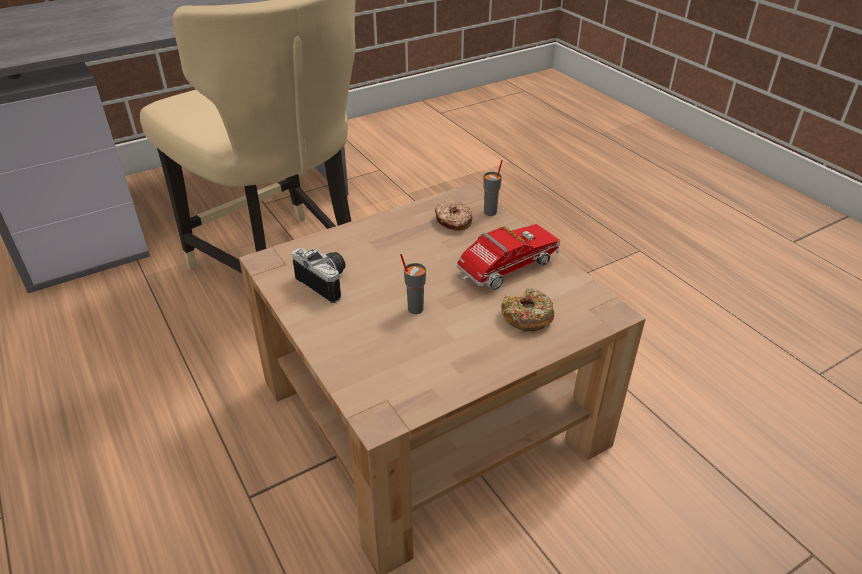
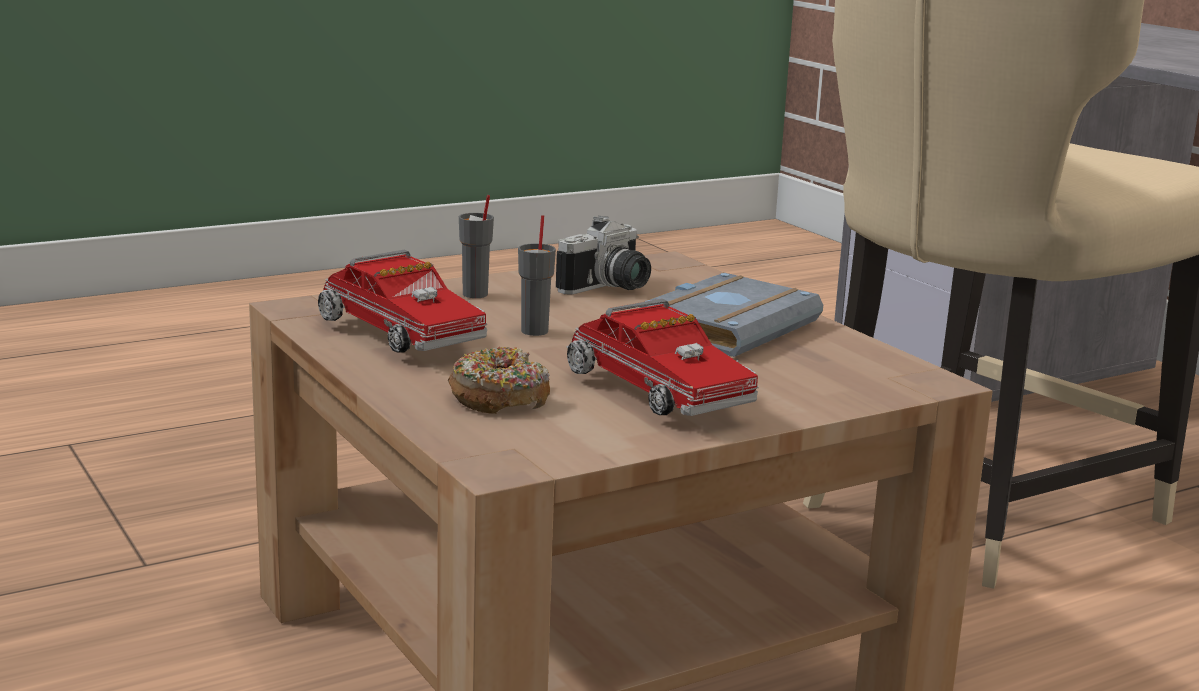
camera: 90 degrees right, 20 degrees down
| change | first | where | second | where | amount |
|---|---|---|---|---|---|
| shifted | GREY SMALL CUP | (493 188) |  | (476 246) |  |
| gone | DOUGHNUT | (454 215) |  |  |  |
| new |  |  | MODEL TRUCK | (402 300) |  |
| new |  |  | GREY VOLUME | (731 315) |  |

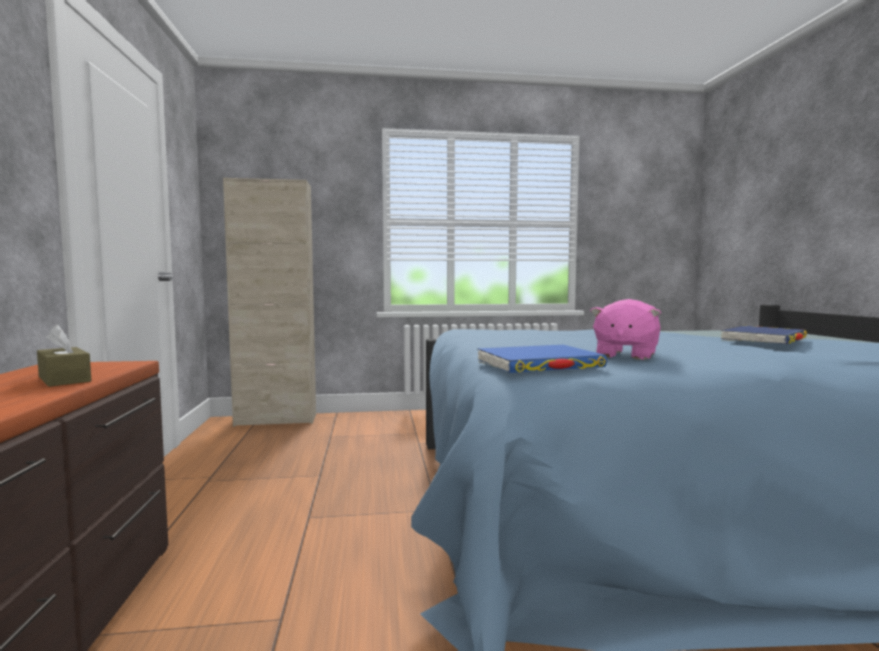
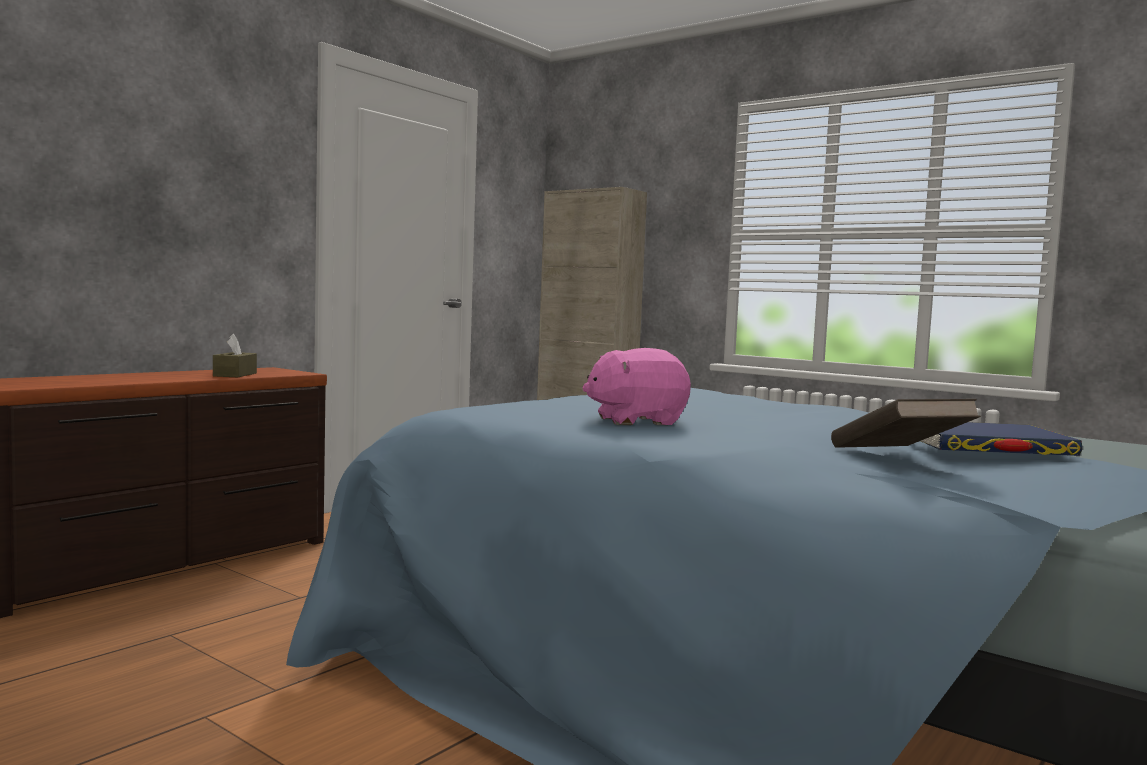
camera: 45 degrees right, 0 degrees up
| change | first | where | second | where | amount |
|---|---|---|---|---|---|
| gone | BLUE VOLUME | (542 359) |  |  |  |
| new |  |  | BROWNISH VOLUME | (906 423) |  |

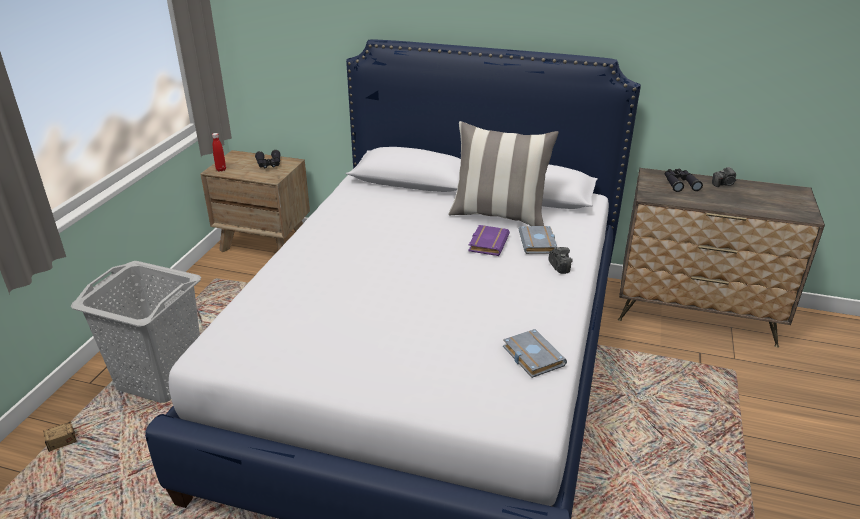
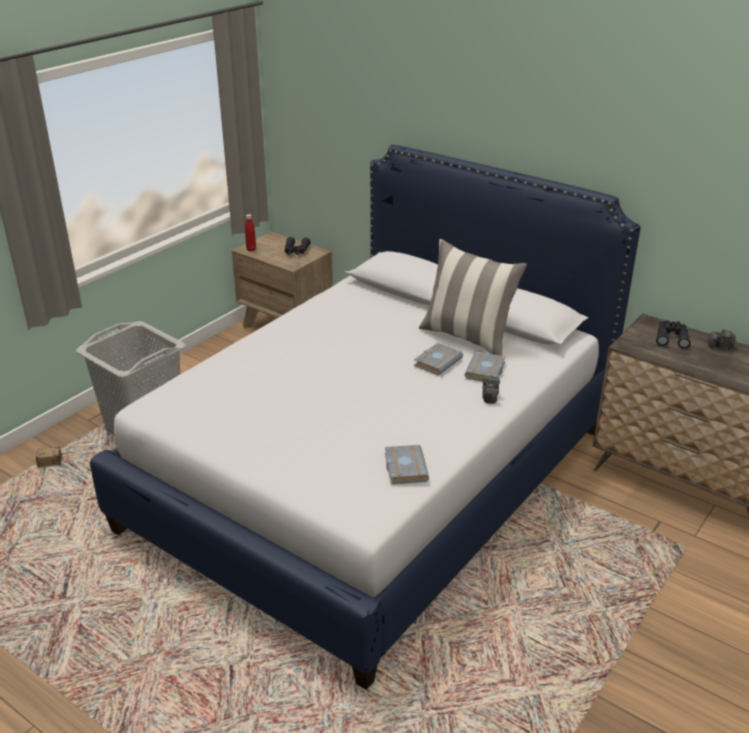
camera: 20 degrees right, 0 degrees up
| change | first | where | second | where | amount |
|---|---|---|---|---|---|
| repainted | PURPLISH VOLUME | (489 240) | GREY VOLUME | (438 359) |  |

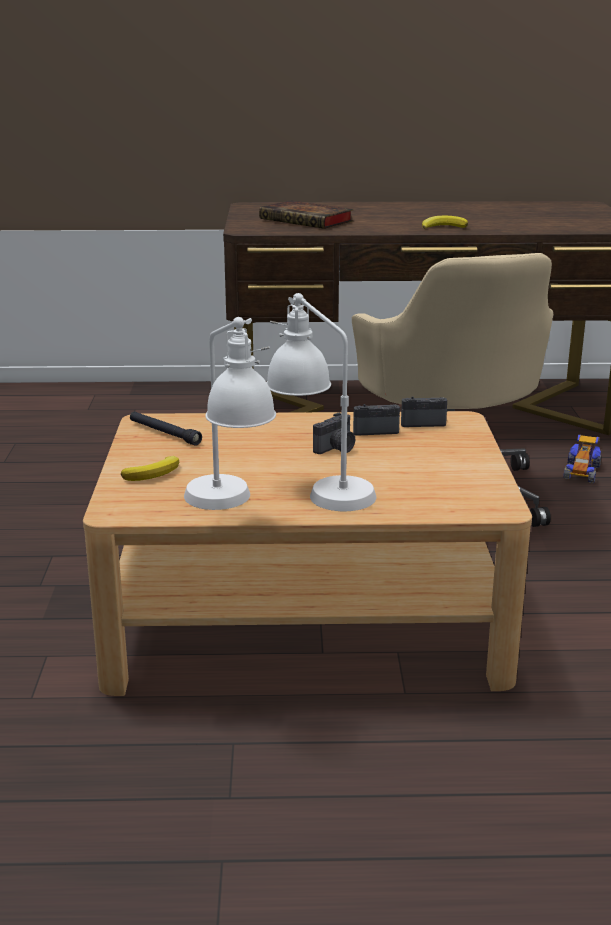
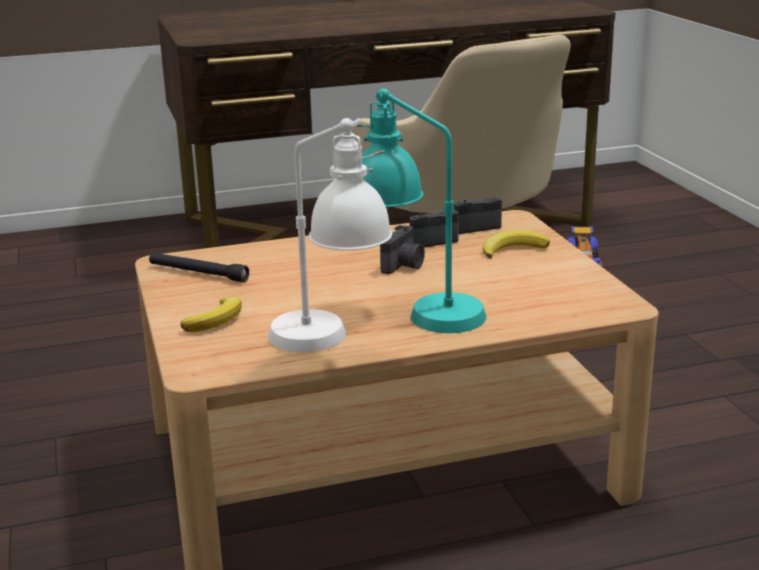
camera: 15 degrees left, 0 degrees up
| change | first | where | second | where | amount |
|---|---|---|---|---|---|
| gone | VOLUME | (306 214) |  |  |  |
| shifted | BANANA FRUIT | (445 222) |  | (516 244) |  |
| repainted | WHITE LAMP FOR A TABLE | (321 402) | BLUE-GREEN LAMP FOR A TABLE | (421 210) |  |

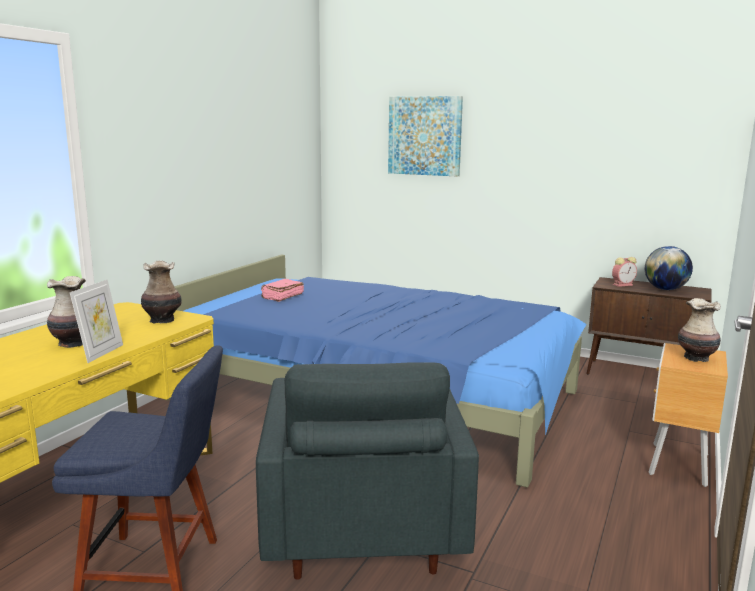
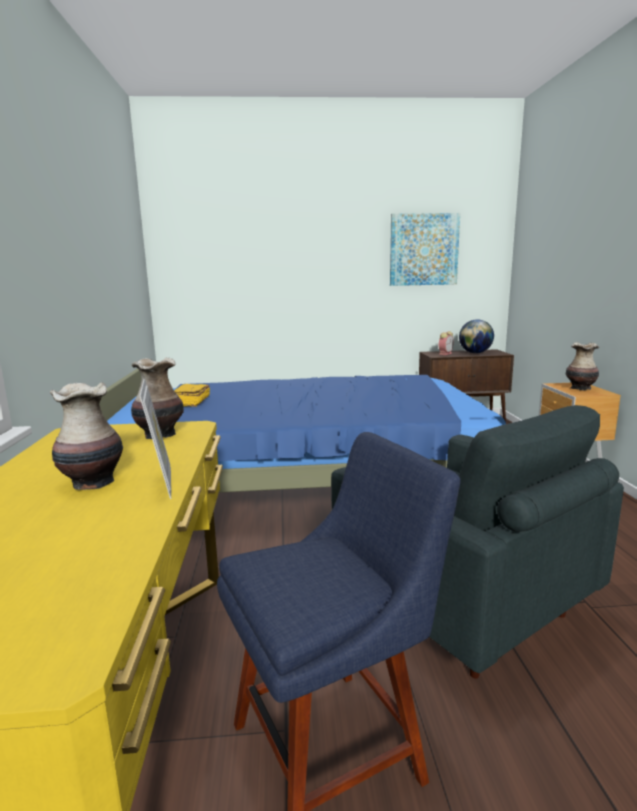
camera: 30 degrees left, 0 degrees up
| change | first | where | second | where | amount |
|---|---|---|---|---|---|
| shifted | PICTURE | (425 136) |  | (425 249) |  |
| repainted | PINK VOLUME | (282 290) | YELLOW-COLOURED VOLUME | (192 395) |  |

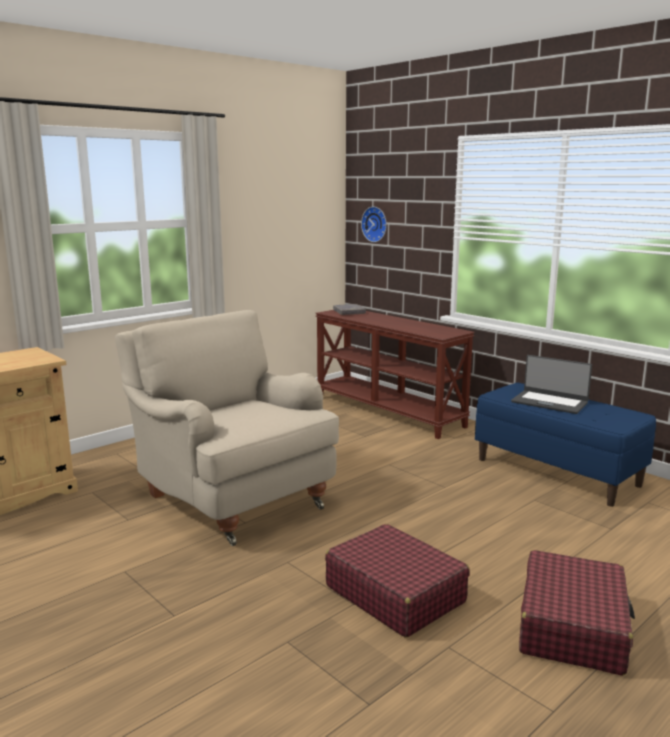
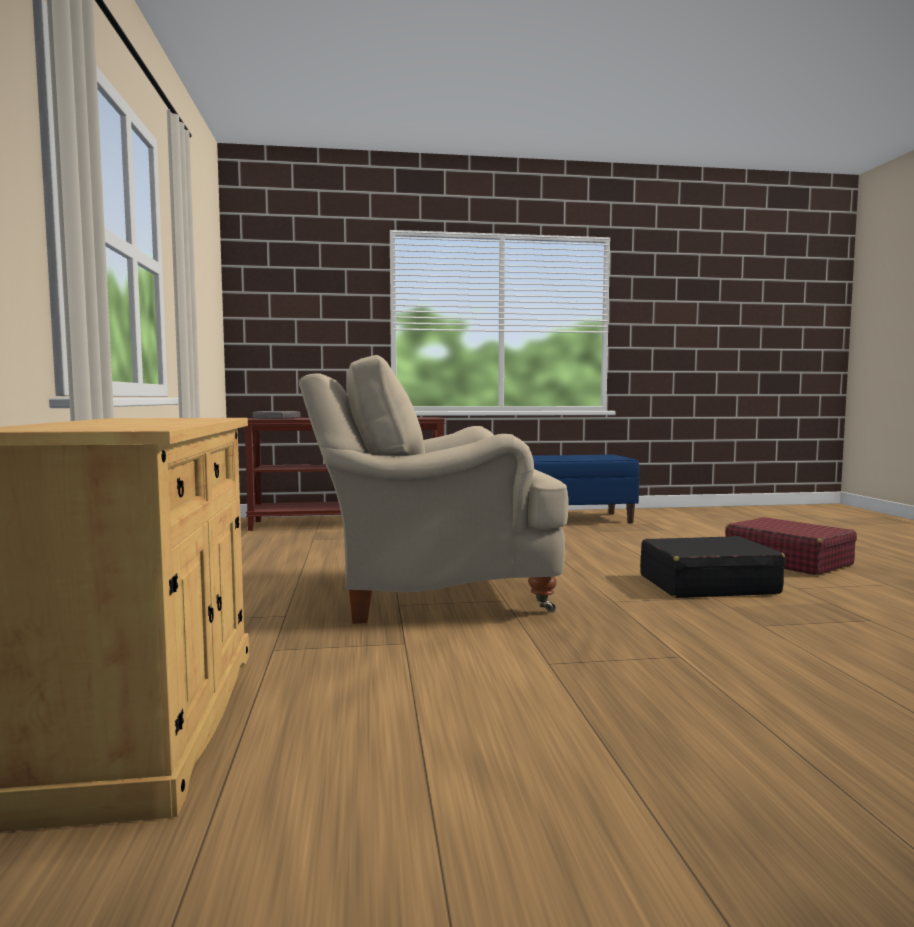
camera: 55 degrees left, 10 degrees down
| change | first | where | second | where | amount |
|---|---|---|---|---|---|
| gone | HANGING CLOCK | (374 224) |  |  |  |
| gone | NOTEBOOK COMPUTER | (551 384) |  |  |  |
| repainted | REDDISH PIECE OF LUGGAGE | (397 580) | BLACK-COLOURED PIECE OF LUGGAGE | (713 567) |  |

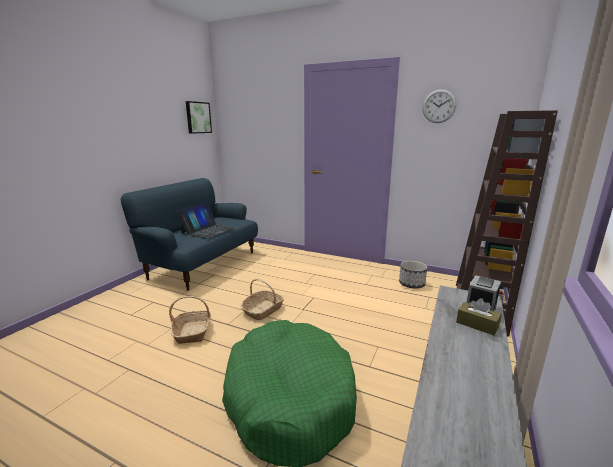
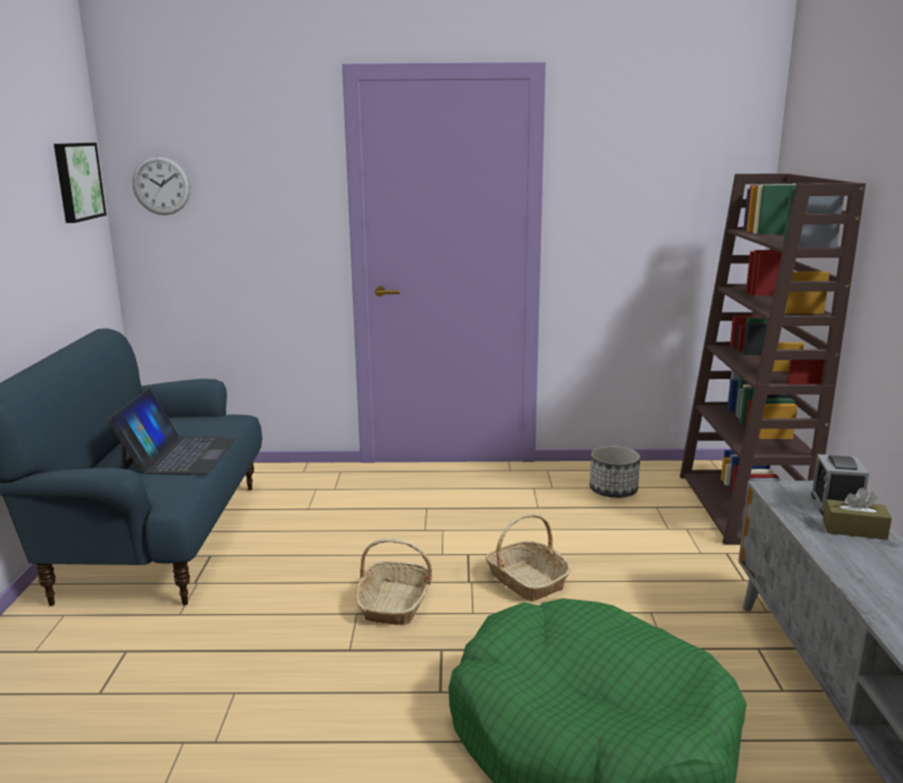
camera: 25 degrees left, 0 degrees up
| change | first | where | second | where | amount |
|---|---|---|---|---|---|
| shifted | HANGING CLOCK | (439 106) |  | (161 185) |  |
| shifted | BASKET | (190 320) |  | (528 557) |  |

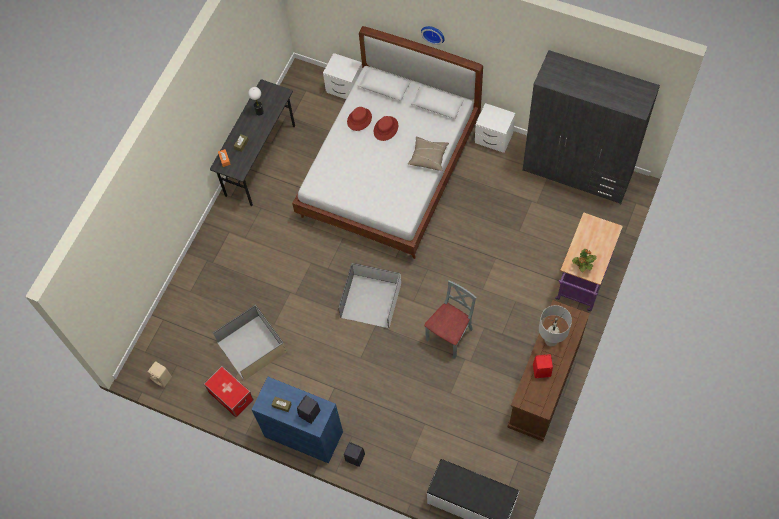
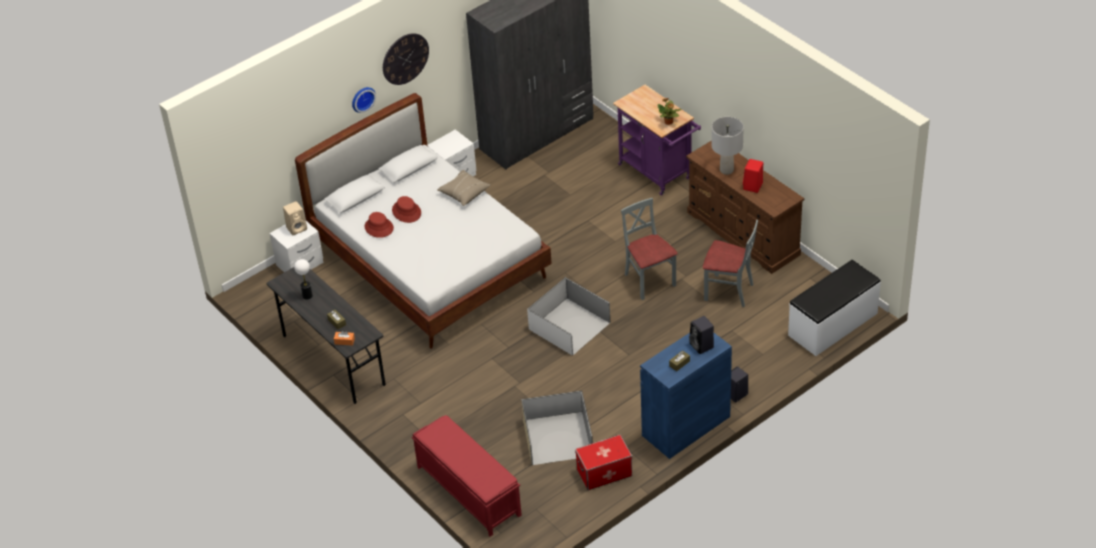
camera: 65 degrees left, 20 degrees down
| change | first | where | second | where | amount |
|---|---|---|---|---|---|
| shifted | BEIGE LOUDSPEAKER | (160 374) |  | (295 218) |  |
| new |  |  | HANGING CLOCK | (406 59) |  |
| new |  |  | GREY CHAIR | (730 263) |  |
| new |  |  | REDDISH INDOOR BENCH | (467 476) |  |

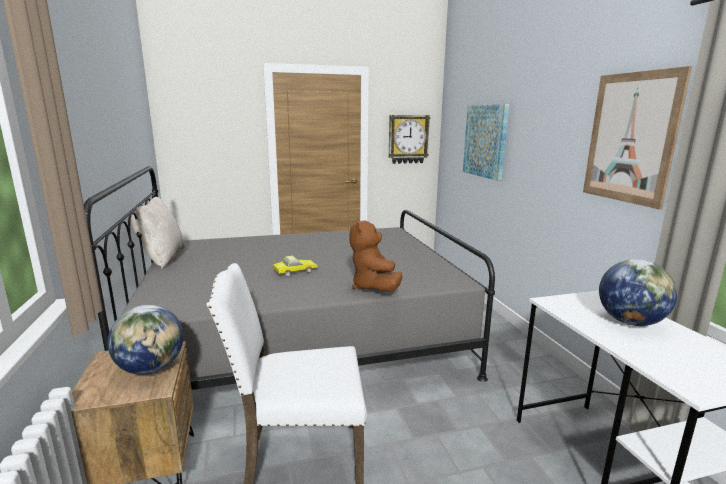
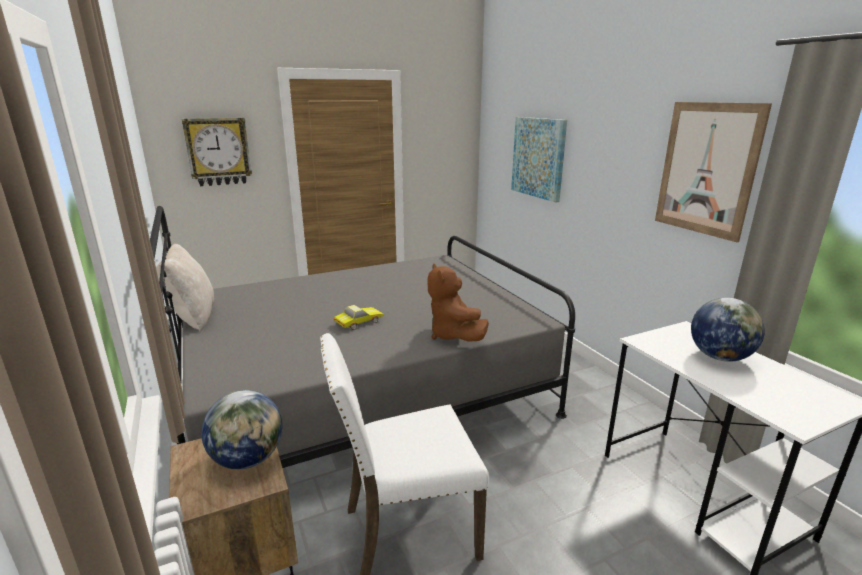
camera: 10 degrees left, 5 degrees up
| change | first | where | second | where | amount |
|---|---|---|---|---|---|
| shifted | HANGING CLOCK | (410 139) |  | (217 152) |  |

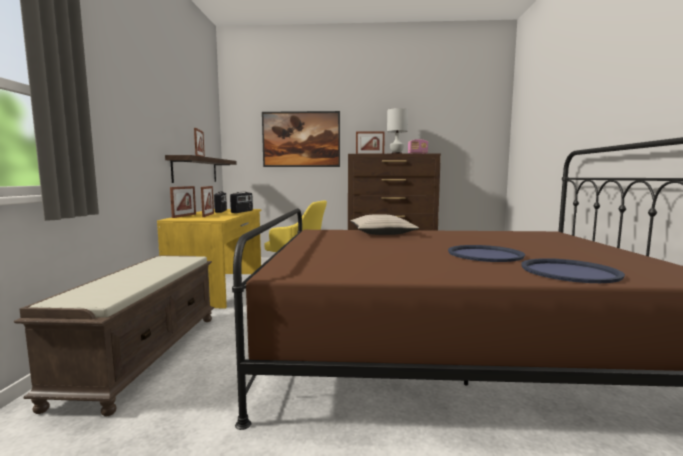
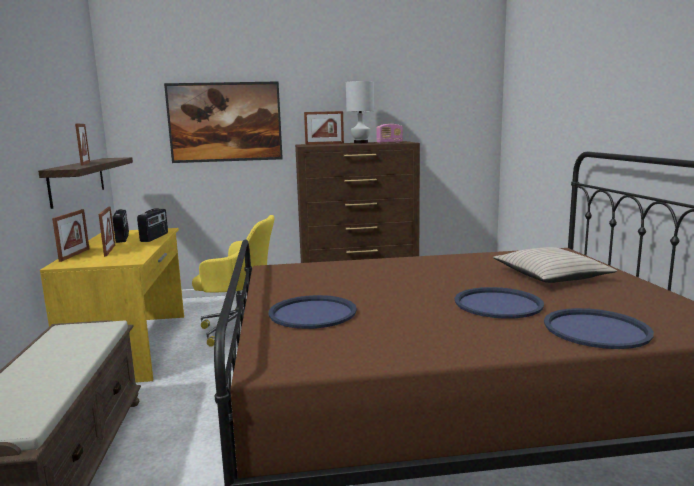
camera: 10 degrees left, 5 degrees up
| change | first | where | second | where | amount |
|---|---|---|---|---|---|
| shifted | BEIGE CUSHION | (385 224) |  | (555 265) |  |
| new |  |  | BLUE SERVING TRAY | (313 312) |  |

